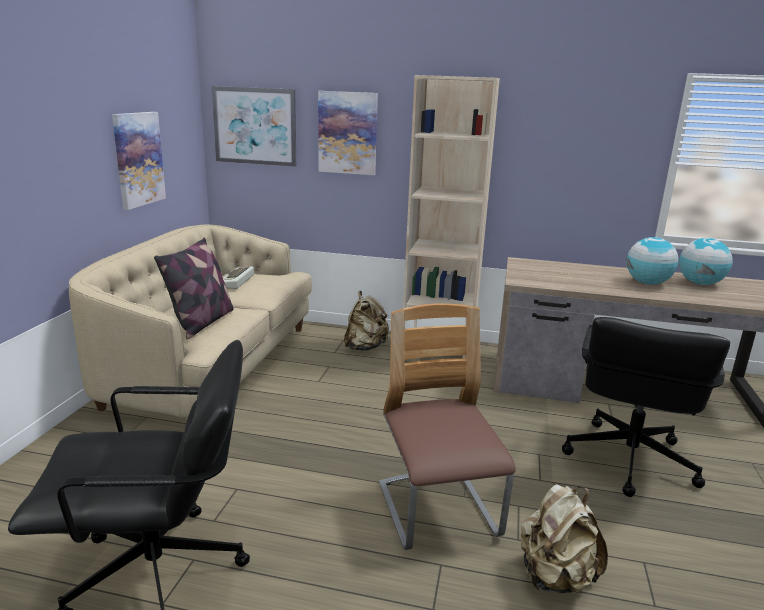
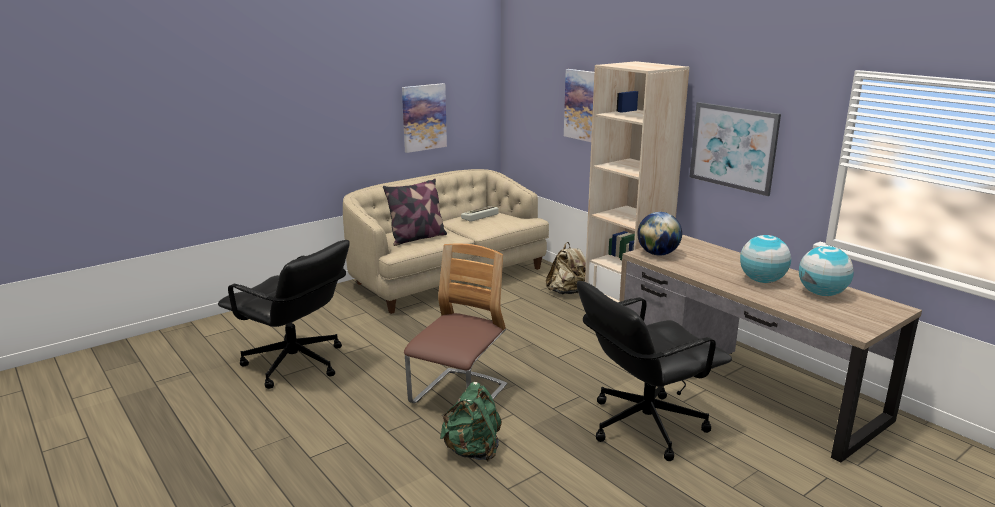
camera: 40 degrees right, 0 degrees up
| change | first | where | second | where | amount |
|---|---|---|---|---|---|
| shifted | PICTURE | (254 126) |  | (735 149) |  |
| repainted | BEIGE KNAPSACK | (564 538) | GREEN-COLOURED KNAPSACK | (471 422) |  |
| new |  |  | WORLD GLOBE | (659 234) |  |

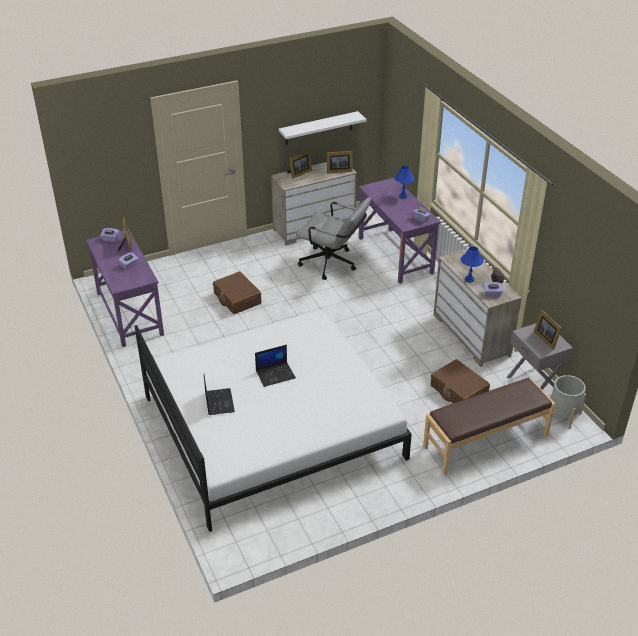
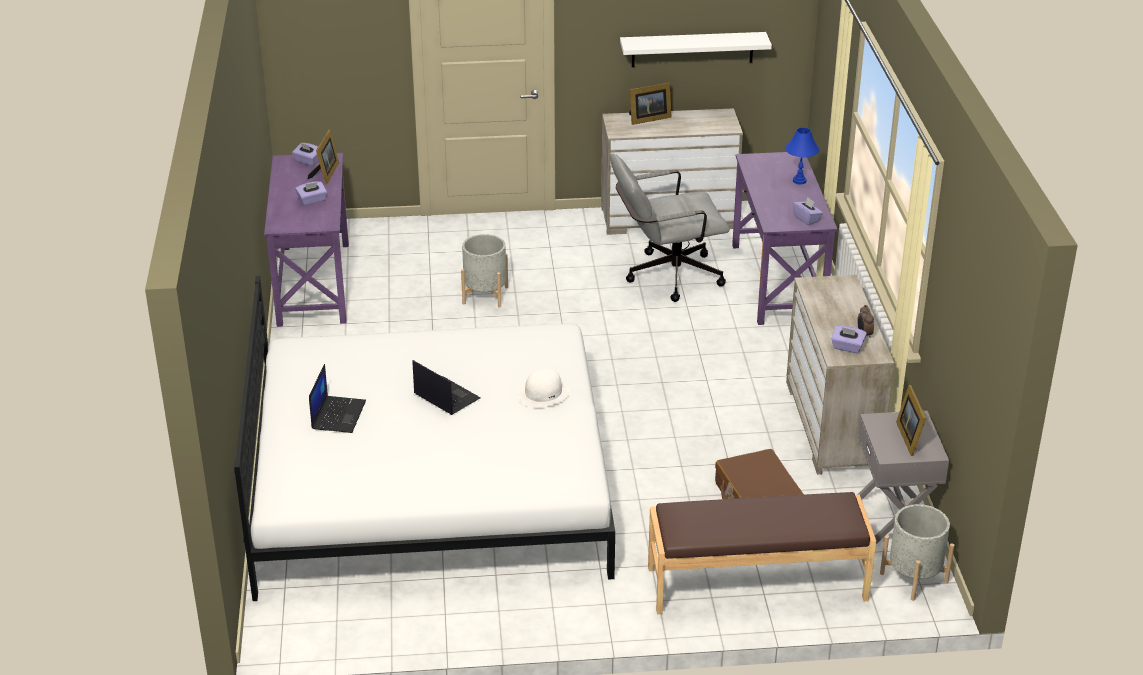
camera: 20 degrees right, 5 degrees down
| change | first | where | second | where | amount |
|---|---|---|---|---|---|
| gone | PHOTO FRAME | (340 162) |  |  |  |
| rotated | GREY DESK CHAIR | (333 238) |  | (670 227) | 120 degrees clockwise |
| gone | BLUE LAMP FOR A TABLE | (472 264) |  |  |  |
| swapped | BROWNISH PIECE OF LUGGAGE | (237 293) | GREY PLANT POT | (484 271) |  |
| rotated | NOTEBOOK COMPUTER | (275 366) |  | (447 387) | 135 degrees counterclockwise |
| new |  |  | WHITE HAT | (543 388) |  |

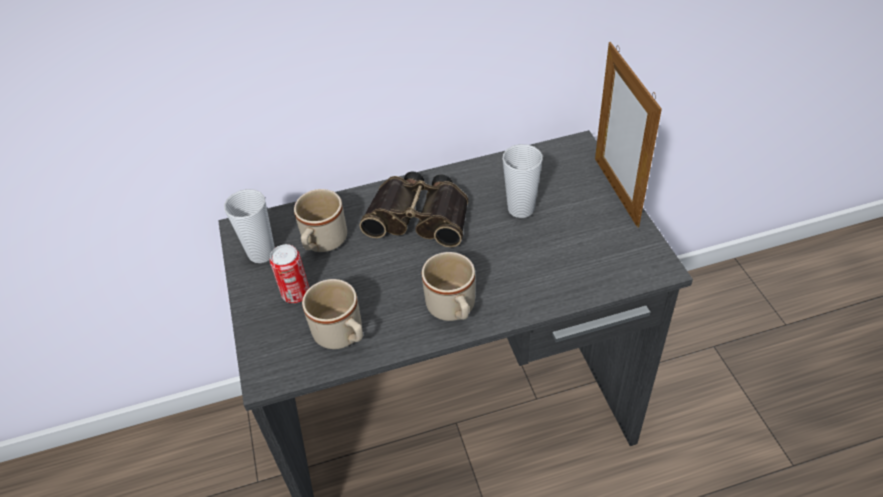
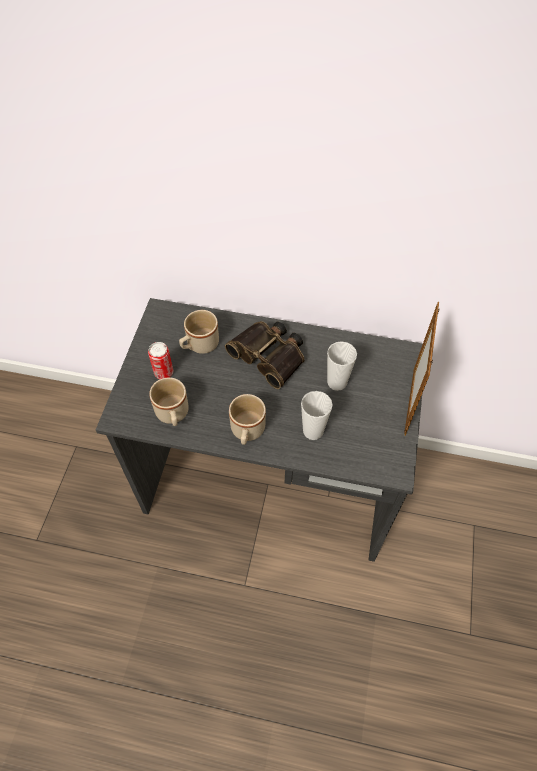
camera: 25 degrees right, 10 degrees up
| change | first | where | second | where | amount |
|---|---|---|---|---|---|
| shifted | SMALL CUP | (249 226) |  | (316 415) |  |

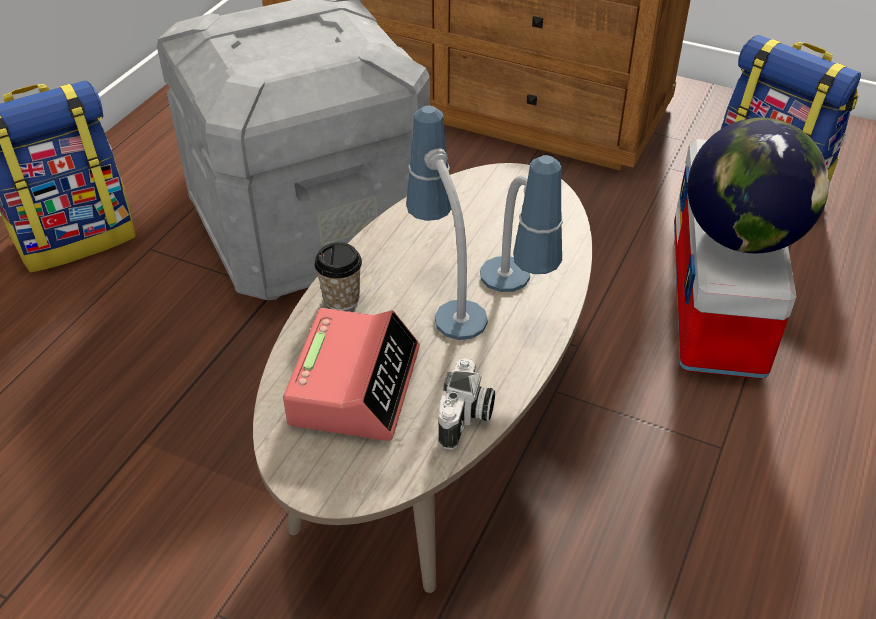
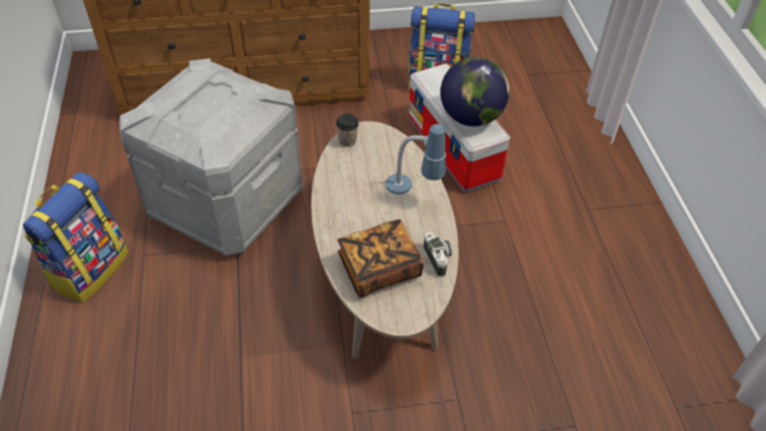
camera: 35 degrees left, 5 degrees up
| change | first | where | second | where | amount |
|---|---|---|---|---|---|
| gone | LAMP FOR A TABLE | (447 222) |  |  |  |
| shifted | SMALL CUP | (338 276) |  | (347 130) |  |
| swapped | ALARM CLOCK | (351 374) | VOLUME | (381 258) |  |

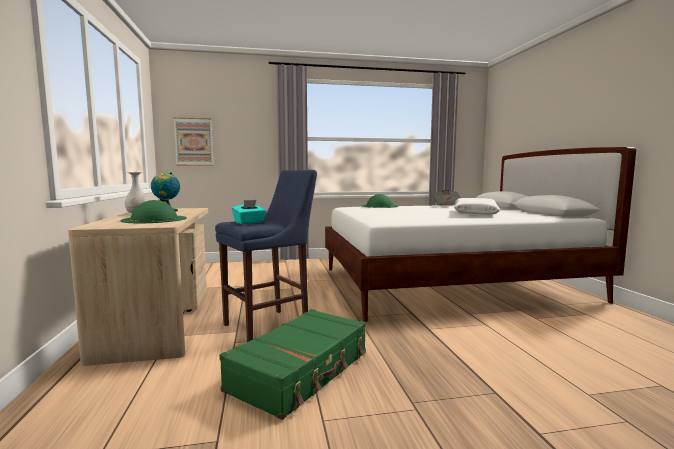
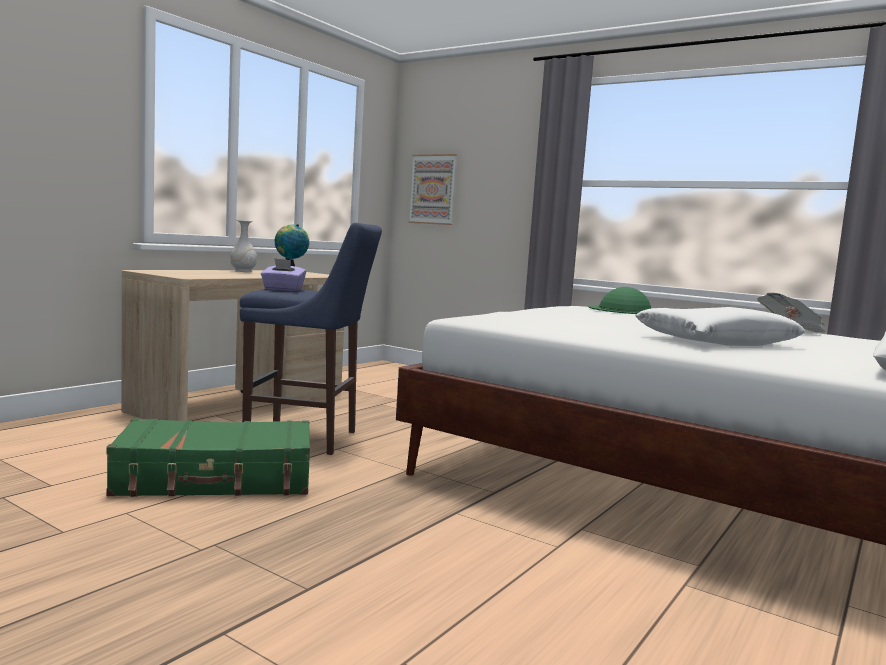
camera: 45 degrees right, 0 degrees up
| change | first | where | second | where | amount |
|---|---|---|---|---|---|
| gone | GREEN-COLOURED HAT | (154 211) |  |  |  |
| repainted | BLUE-GREEN TISSUE BOX | (249 212) | PURPLISH TISSUE BOX | (283 274) |  |

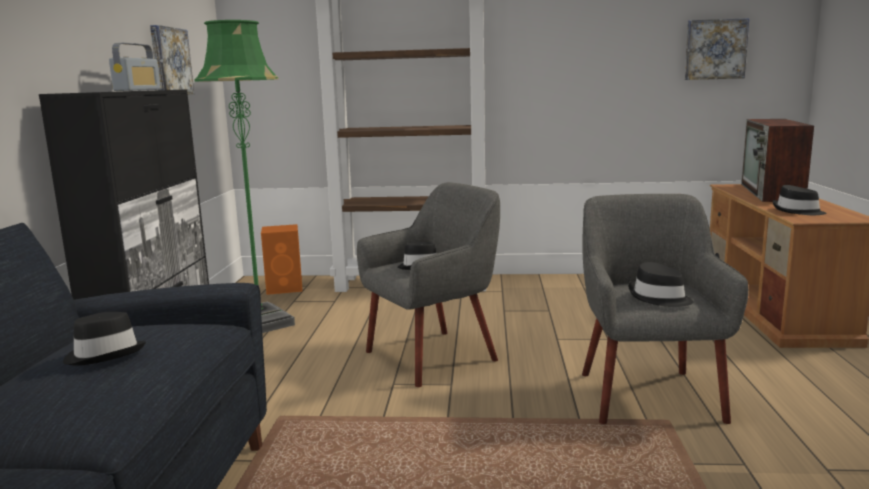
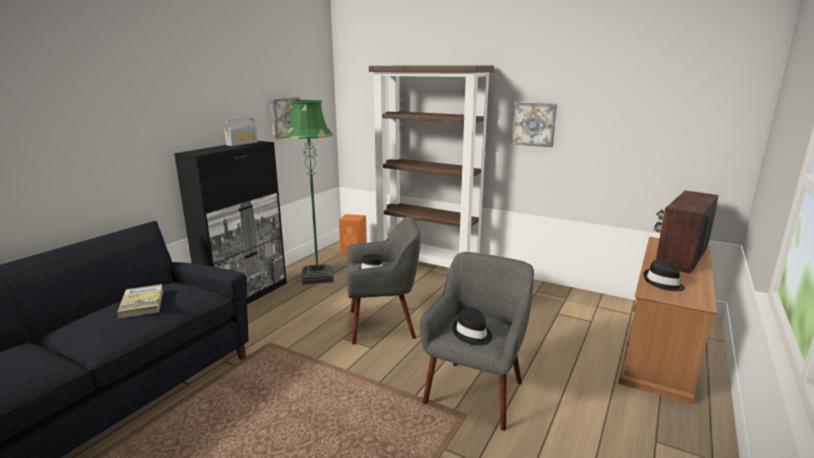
camera: 25 degrees right, 5 degrees up
| change | first | where | second | where | amount |
|---|---|---|---|---|---|
| shifted | PICTURE | (717 49) |  | (534 124) |  |
| swapped | BLACK-COLOURED HAT | (104 339) | VOLUME | (140 301) |  |

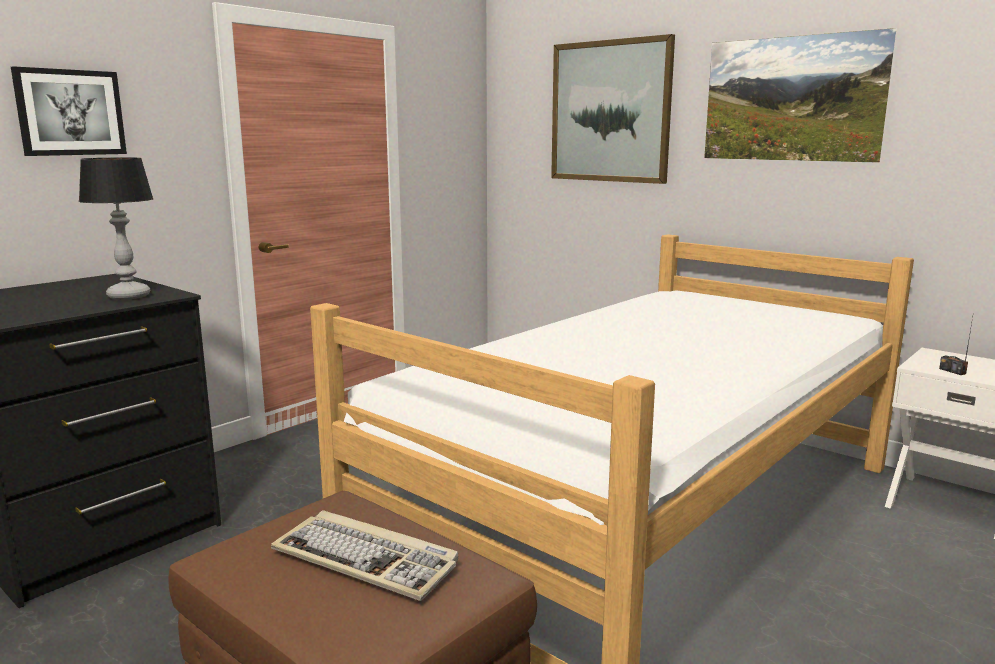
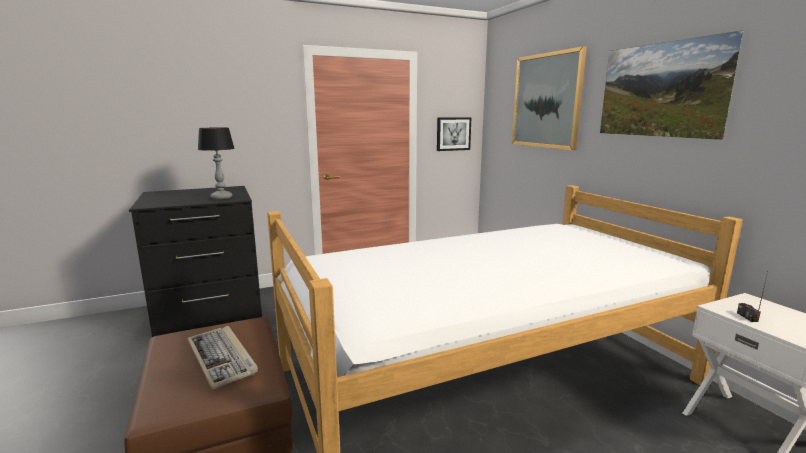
camera: 25 degrees right, 0 degrees up
| change | first | where | second | where | amount |
|---|---|---|---|---|---|
| shifted | PICTURE | (69 111) |  | (454 134) |  |

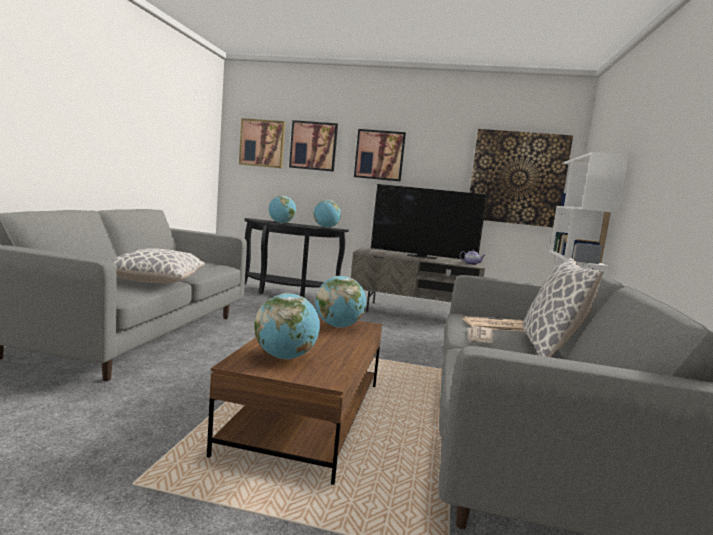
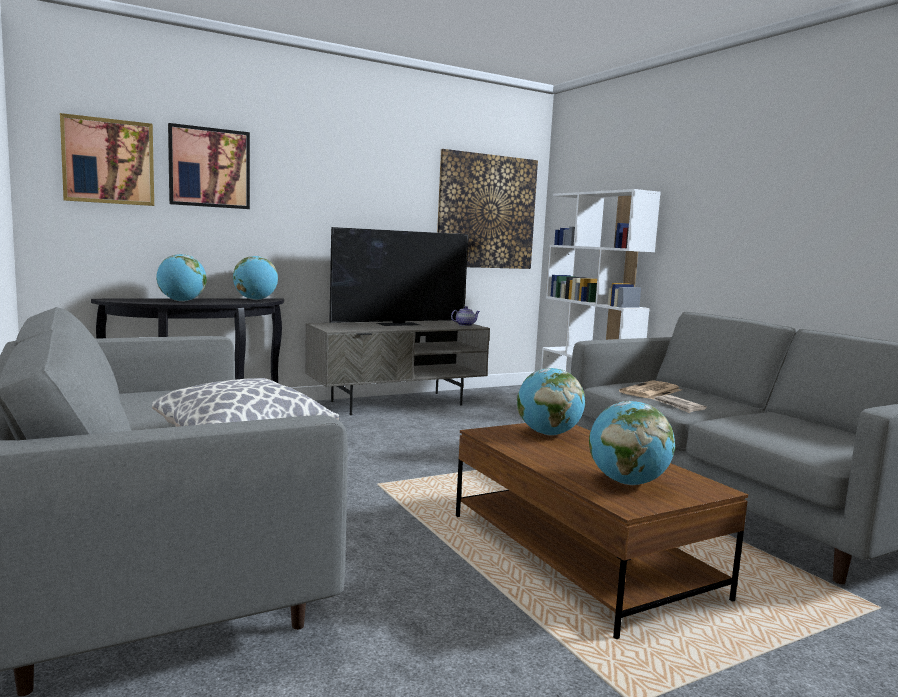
camera: 40 degrees left, 0 degrees up
| change | first | where | second | where | amount |
|---|---|---|---|---|---|
| gone | PICTURE | (380 155) |  |  |  |
| gone | CUSHION | (563 307) |  |  |  |

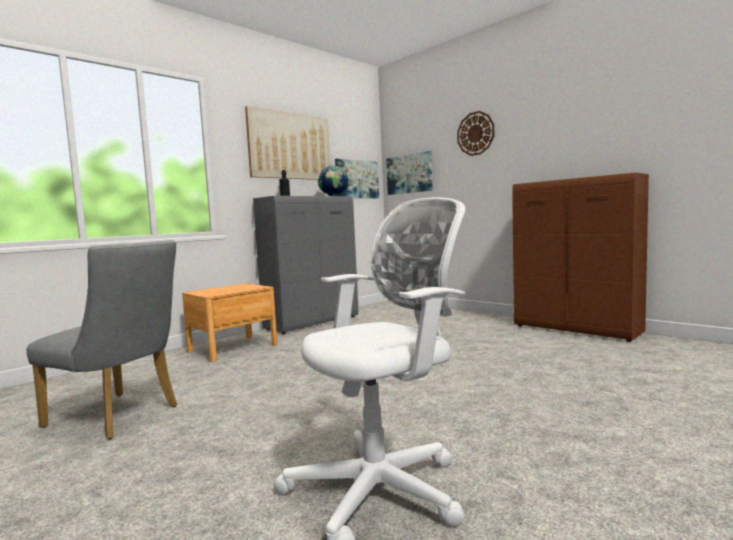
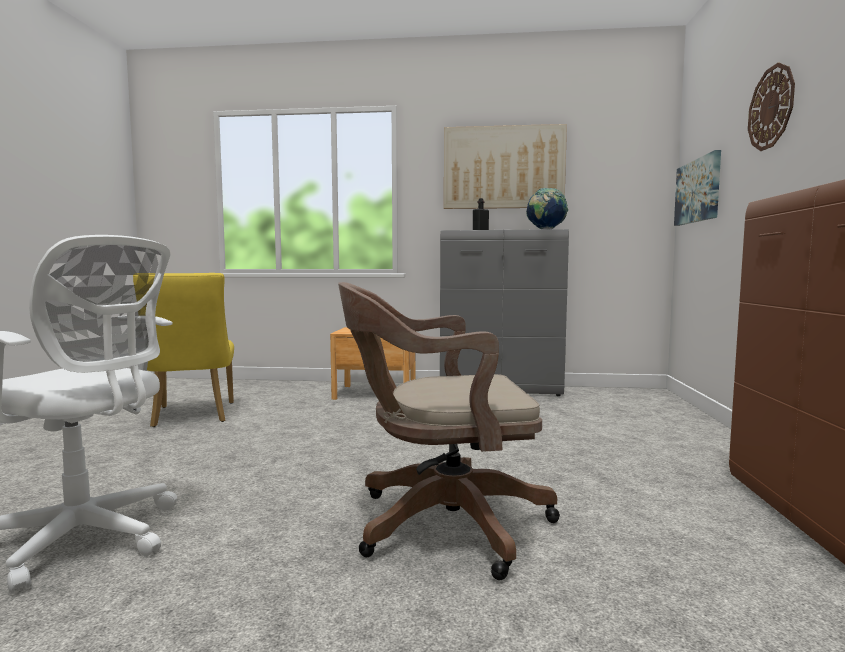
camera: 50 degrees right, 0 degrees up
| change | first | where | second | where | amount |
|---|---|---|---|---|---|
| gone | PICTURE | (357 178) |  |  |  |
| repainted | GREY CHAIR | (101 339) | YELLOW-COLOURED CHAIR | (183 350) |  |
| new |  |  | BROWNISH DESK CHAIR | (449 431) |  |

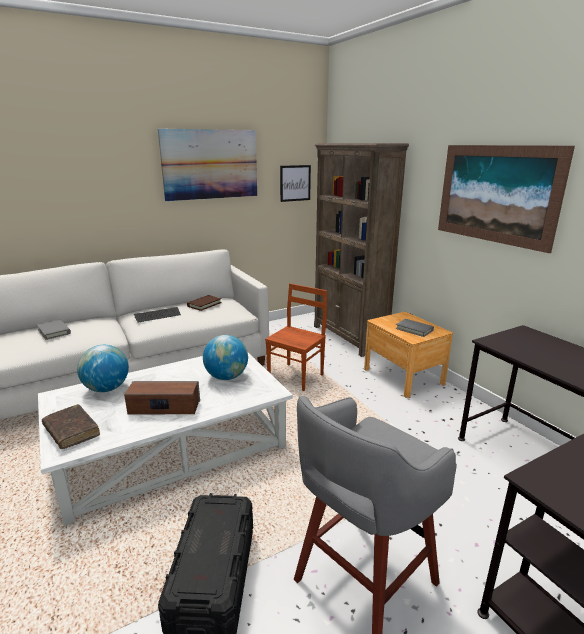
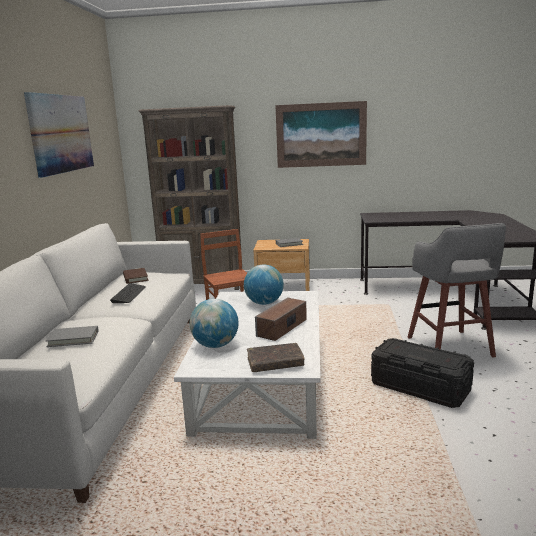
camera: 55 degrees left, 5 degrees down
| change | first | where | second | where | amount |
|---|---|---|---|---|---|
| gone | PICTURE | (295 183) |  |  |  |

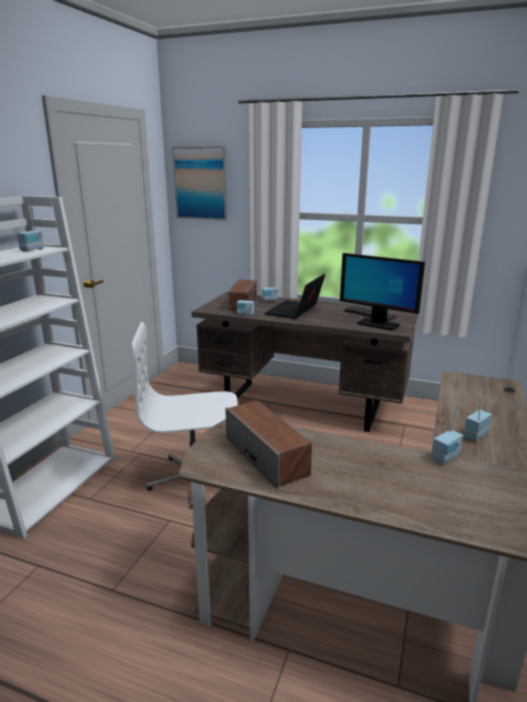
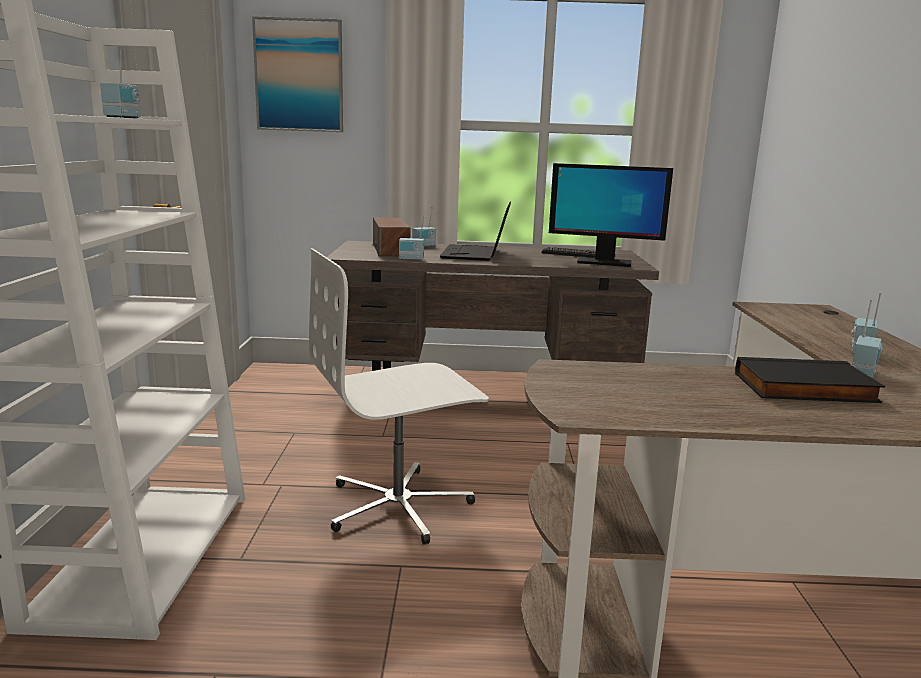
camera: 20 degrees left, 5 degrees down
| change | first | where | second | where | amount |
|---|---|---|---|---|---|
| gone | LOUDSPEAKER | (268 444) |  |  |  |
| new |  |  | BLACK-COLOURED VOLUME | (810 380) |  |

